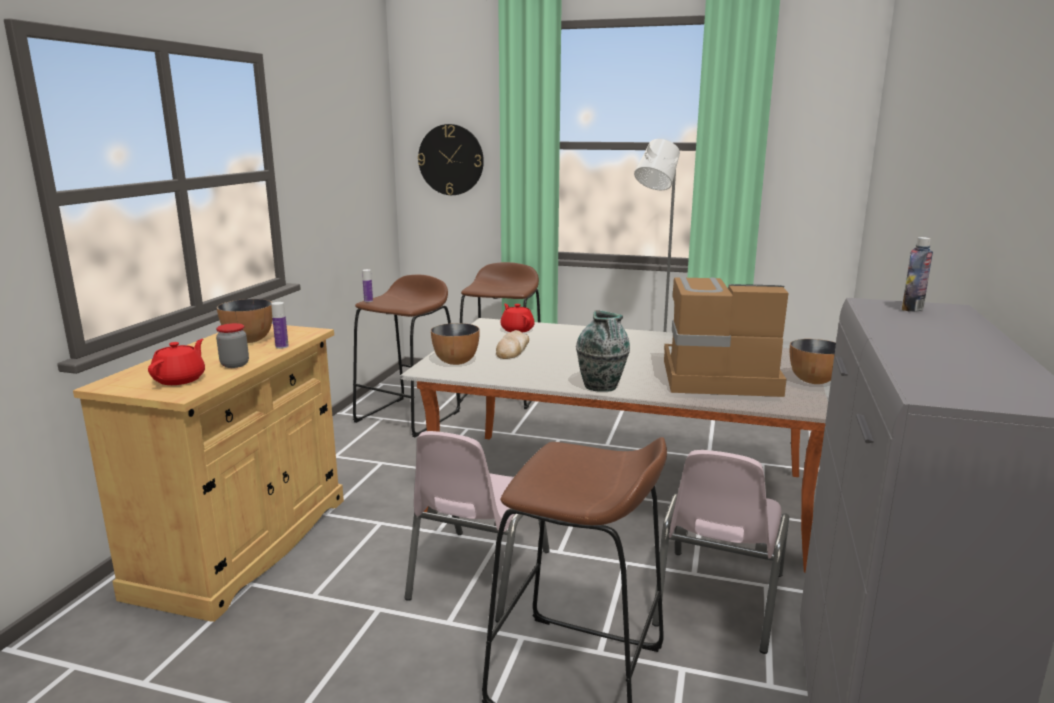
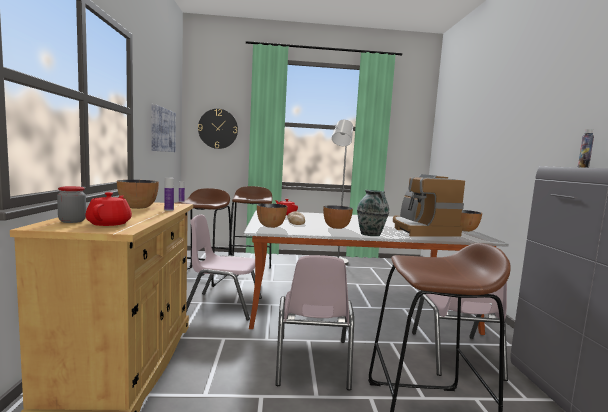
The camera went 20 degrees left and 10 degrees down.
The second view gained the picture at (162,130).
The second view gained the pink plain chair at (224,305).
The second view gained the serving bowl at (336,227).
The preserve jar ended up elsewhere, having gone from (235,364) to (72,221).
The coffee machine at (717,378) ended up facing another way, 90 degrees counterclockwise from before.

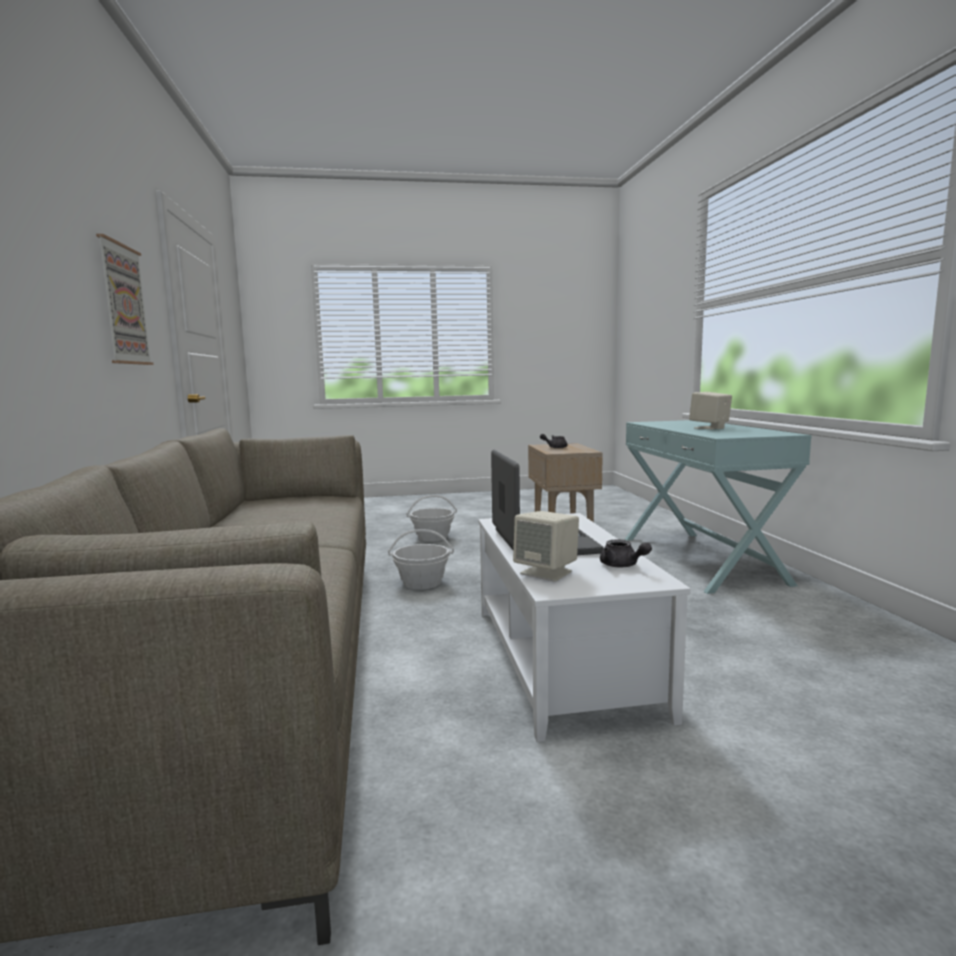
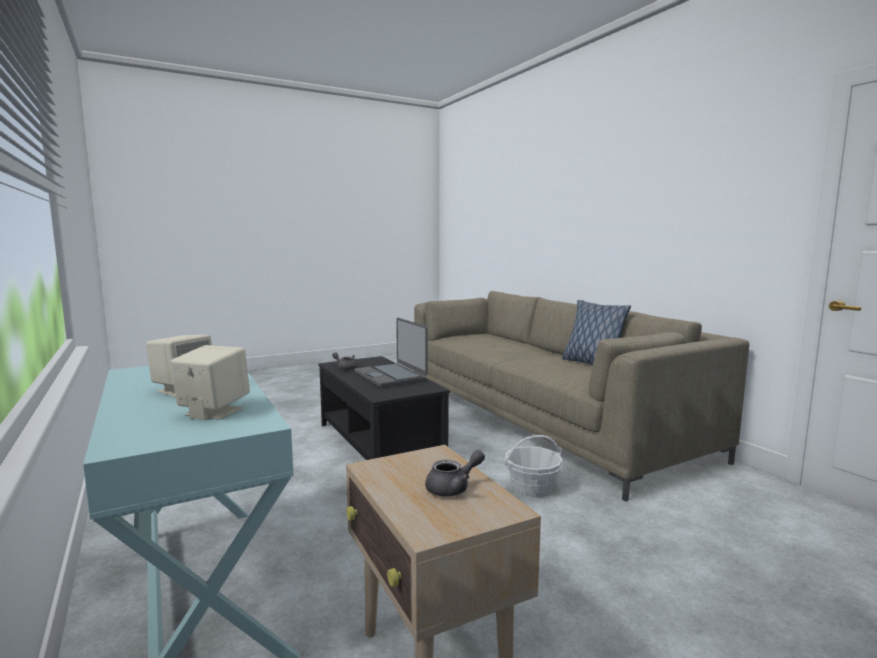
The camera went 160 degrees right and 0 degrees up.
The second view lost the picture at (124,305).
The second view lost the basket at (432,537).
The second view gained the cushion at (591,364).
The beige speaker ended up elsewhere, having gone from (547,572) to (213,412).
What was the whitish low table at (560,659) turned into the black low table at (380,442).

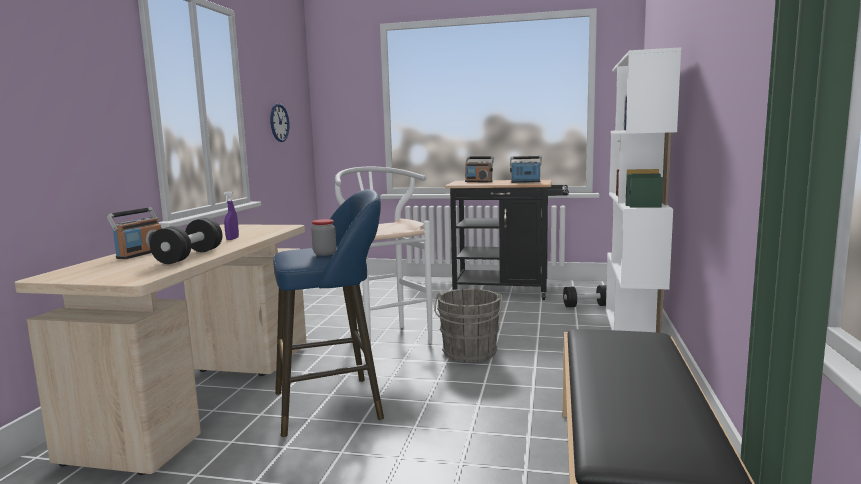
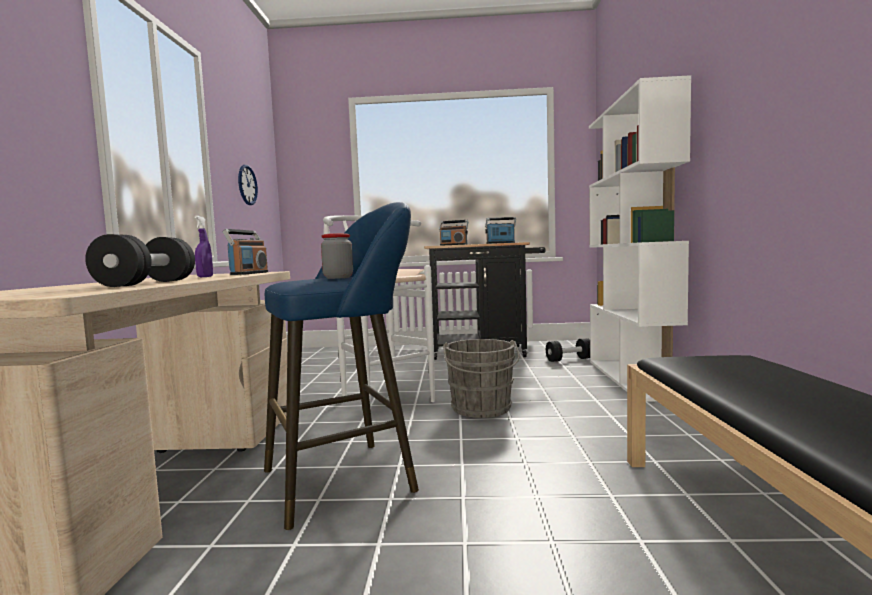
The camera went 10 degrees left and 5 degrees down.
The radio ended up elsewhere, having gone from (140,254) to (249,273).

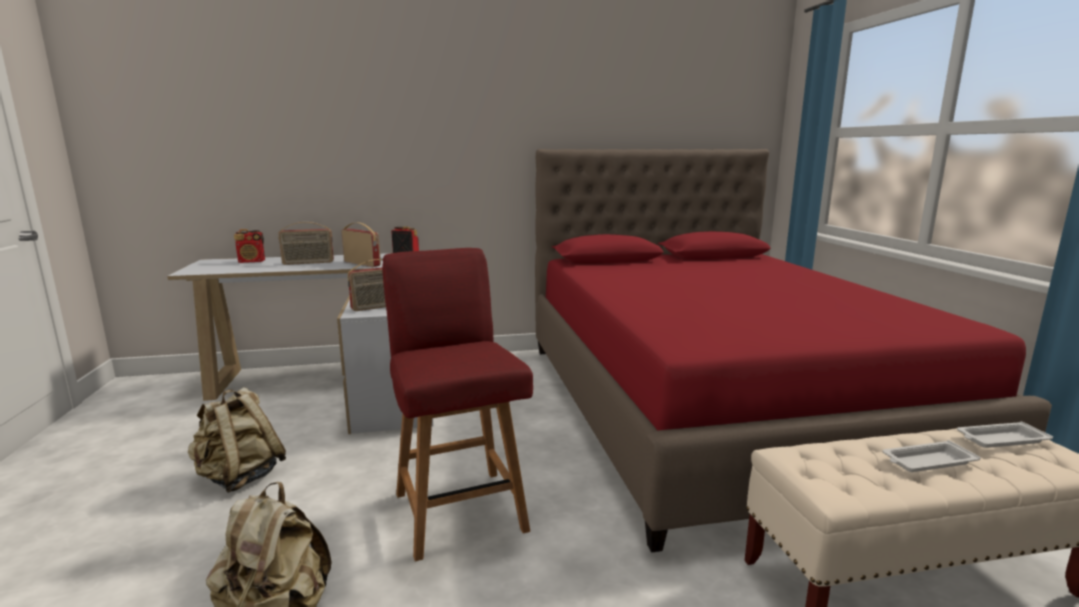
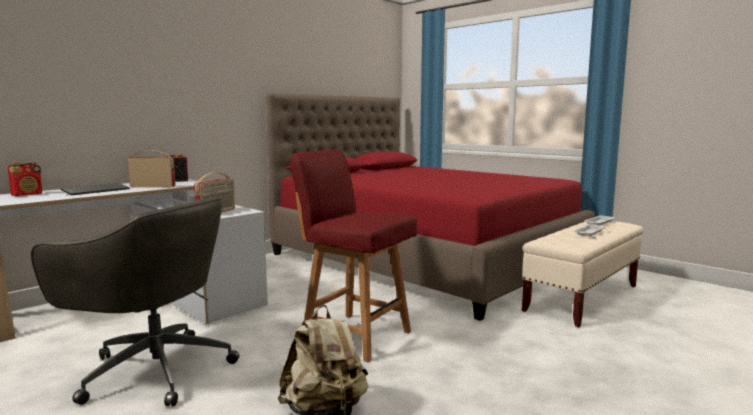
The camera went 35 degrees left and 5 degrees down.
Where the beige rucksack stood at (240,477), the grey office chair came to stand at (154,369).
Where the radio stood at (308,263), the keyboard came to stand at (96,190).

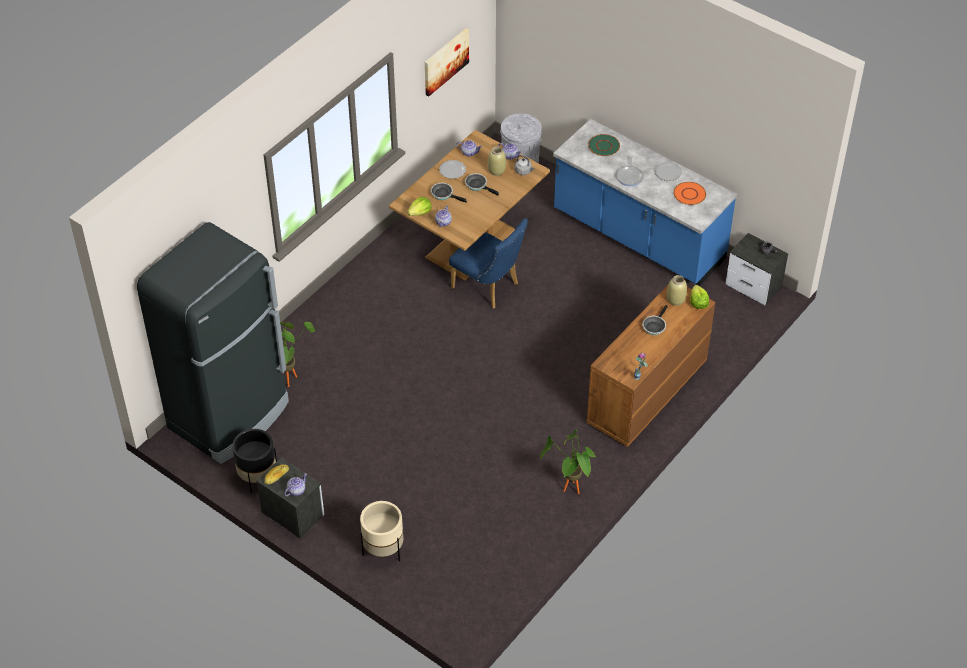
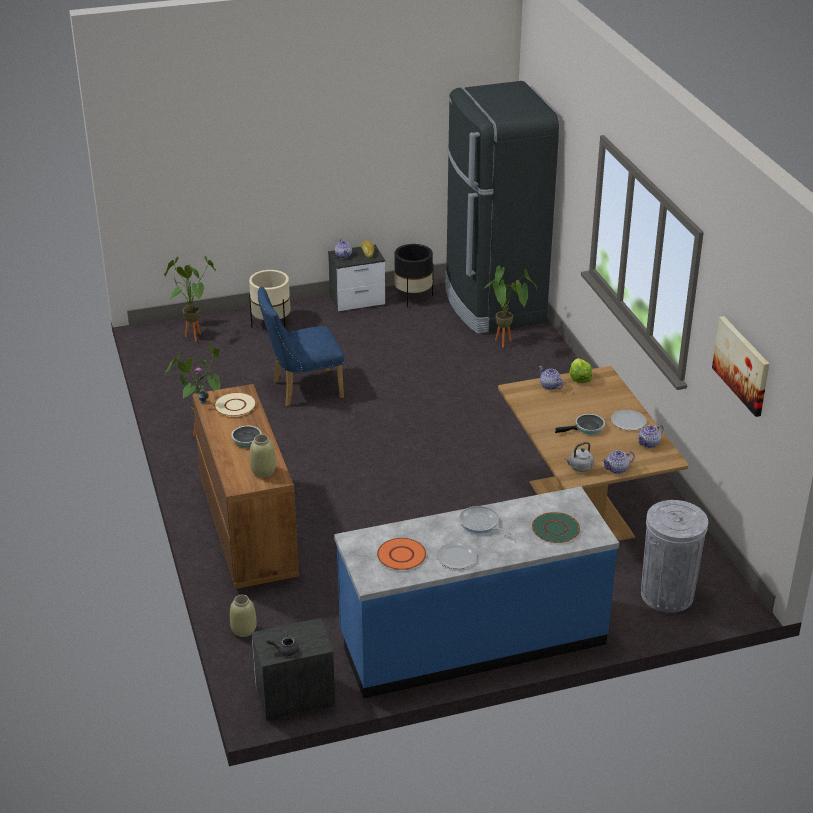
The camera went 125 degrees right and 15 degrees down.
The second view lost the frying pan at (444,194).
The second view lost the lettuce at (698,302).
The second view gained the plant in a pot at (193,335).
The second view gained the beige flat dish at (235,405).
The blue plain chair ended up elsewhere, having gone from (489,288) to (302,389).
The beige flower vase ended up elsewhere, having gone from (497,170) to (243,630).

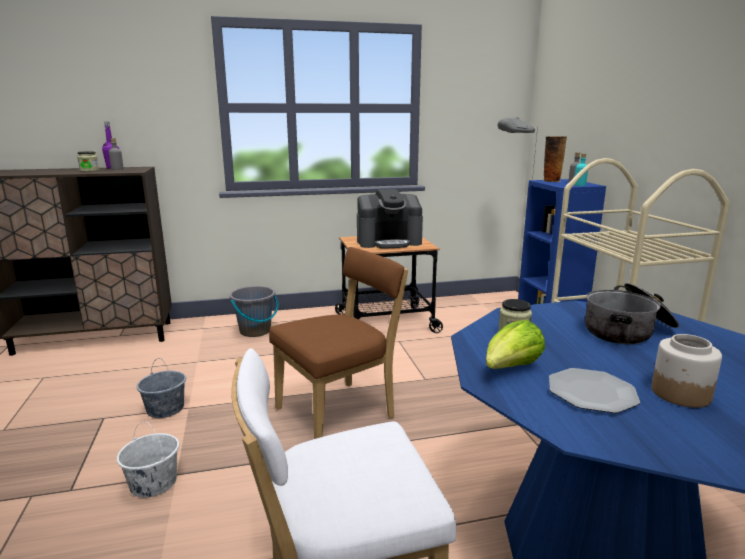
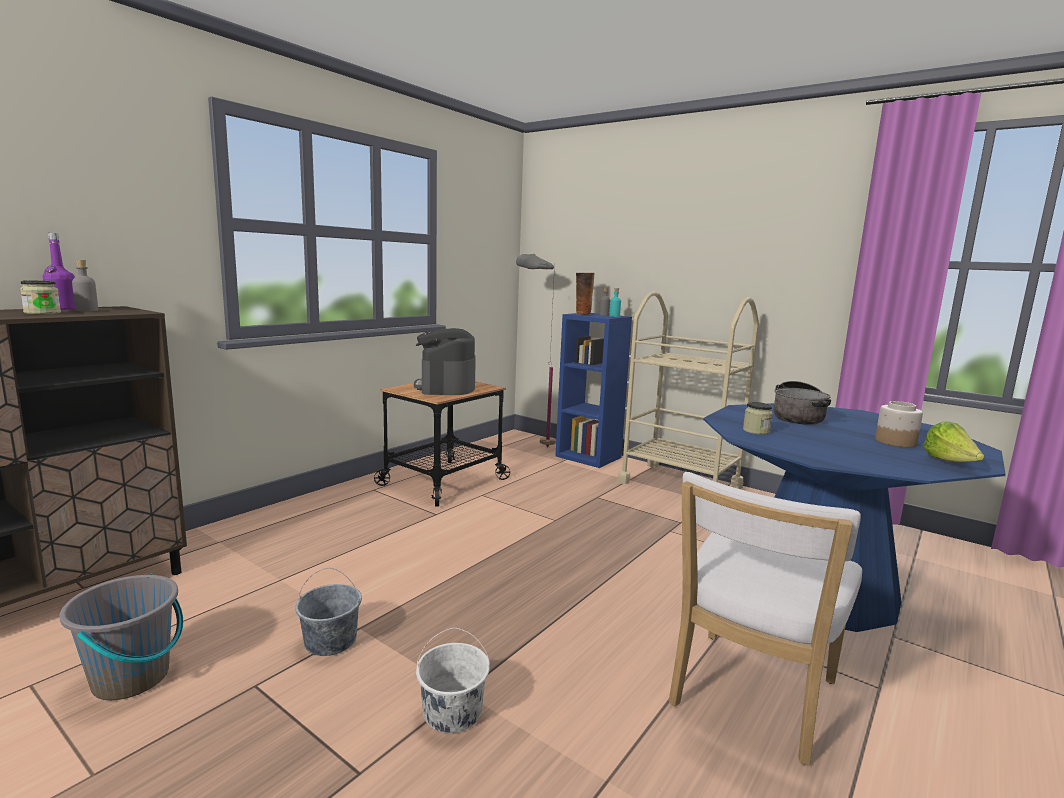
The camera went 40 degrees left and 5 degrees down.
The second view lost the brown plain chair at (340,412).
The second view lost the flat dish at (591,392).
The grey water bucket ended up elsewhere, having gone from (255,331) to (132,678).
The lettuce ended up elsewhere, having gone from (511,369) to (950,463).
The coffee machine at (389,242) ended up facing another way, 135 degrees clockwise from before.

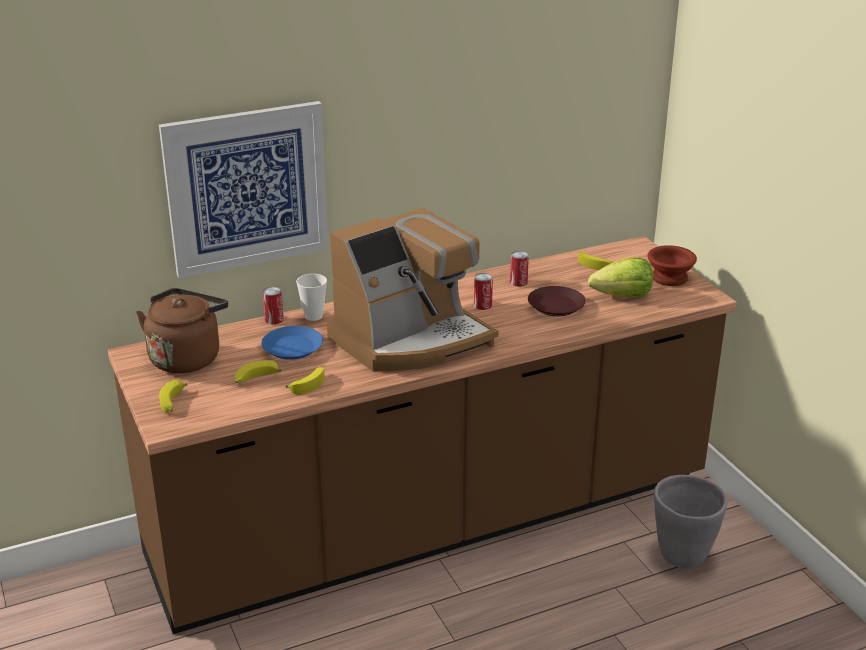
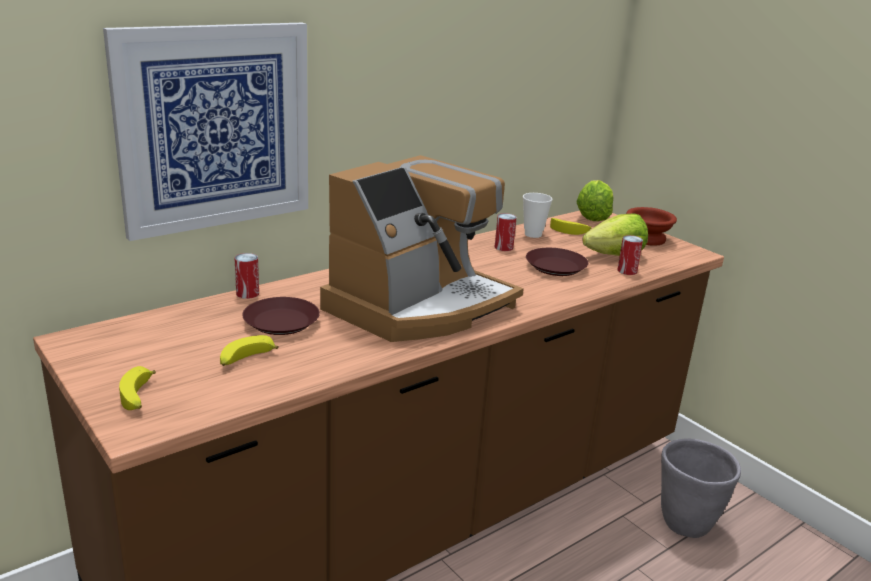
The camera went 15 degrees left and 5 degrees down.
The second view lost the brown kettle at (187,357).
The second view lost the whole banana at (308,384).
The second view gained the lettuce at (593,216).
The cup ended up elsewhere, having gone from (313,316) to (533,234).
The sealed can ended up elsewhere, having gone from (482,305) to (627,271).
What was the blue flat dish at (292,348) turned into the brown flat dish at (281,322).

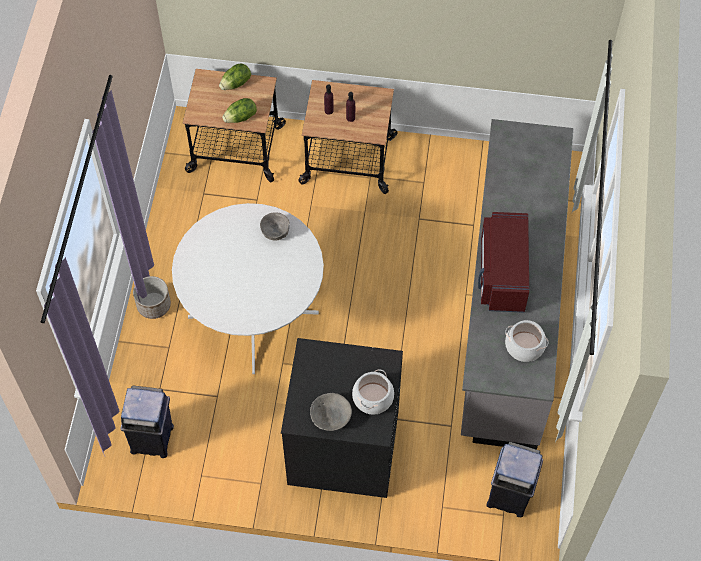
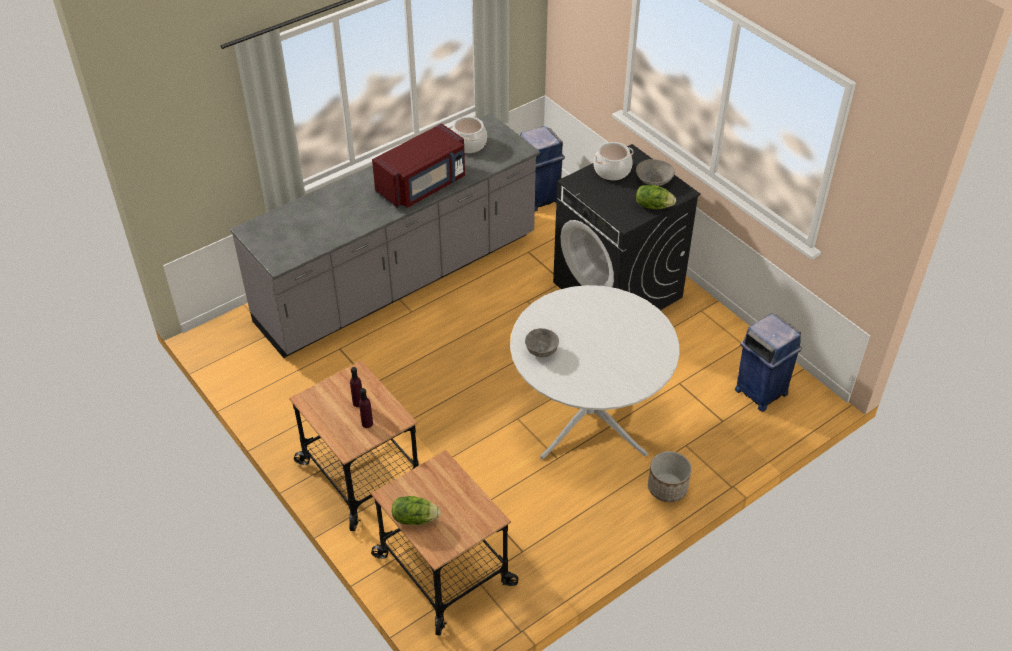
The camera went 135 degrees left and 15 degrees down.
The lettuce ended up elsewhere, having gone from (241,117) to (653,205).

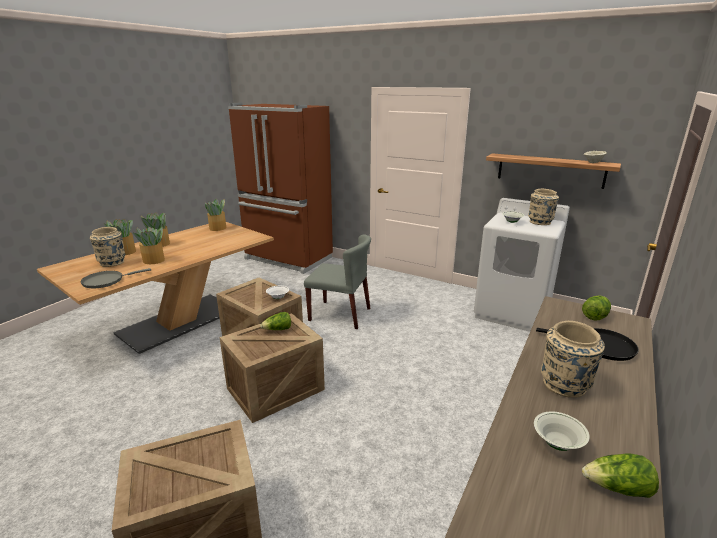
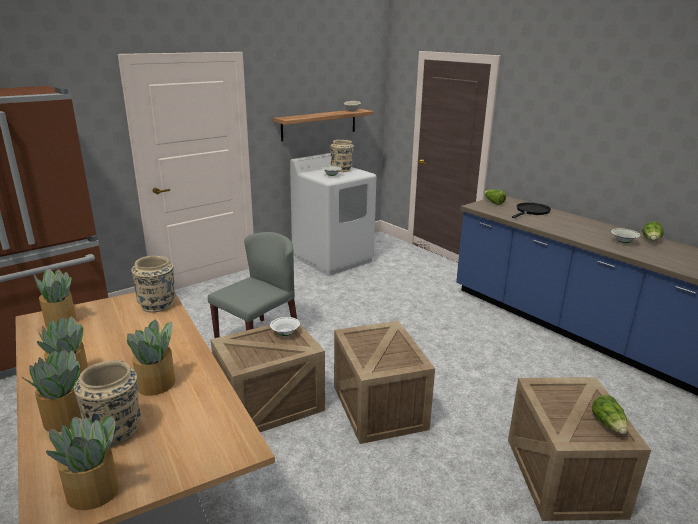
The camera went 70 degrees left and 0 degrees up.
The second view lost the grey frying pan at (106,281).
The second view gained the plant in a pot at (94,492).
The lettuce ended up elsewhere, having gone from (278,329) to (608,425).
The beige flower vase ended up elsewhere, having gone from (564,385) to (157,305).

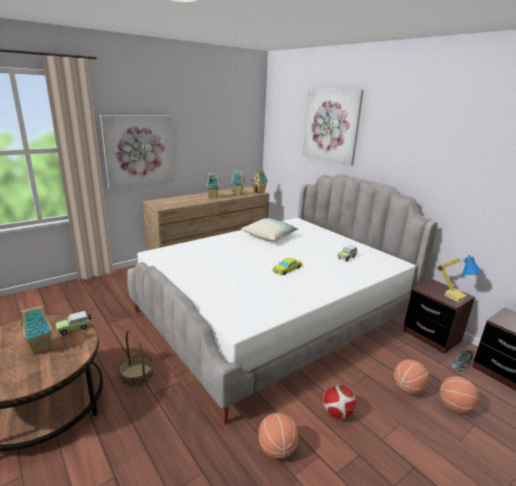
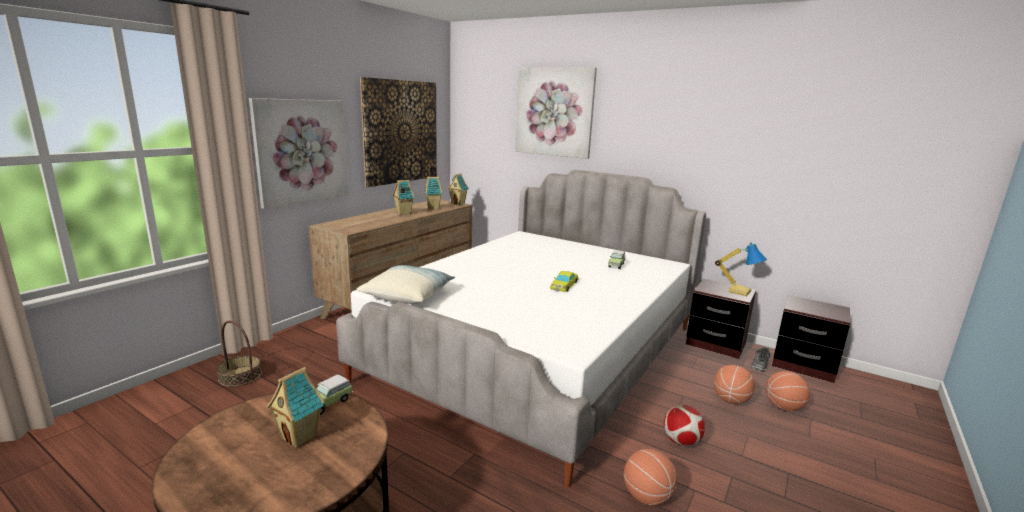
The camera went 20 degrees left and 5 degrees down.
The second view gained the picture at (400,132).
The basket ended up elsewhere, having gone from (137,375) to (240,376).
The cushion ended up elsewhere, having gone from (269,236) to (408,296).

